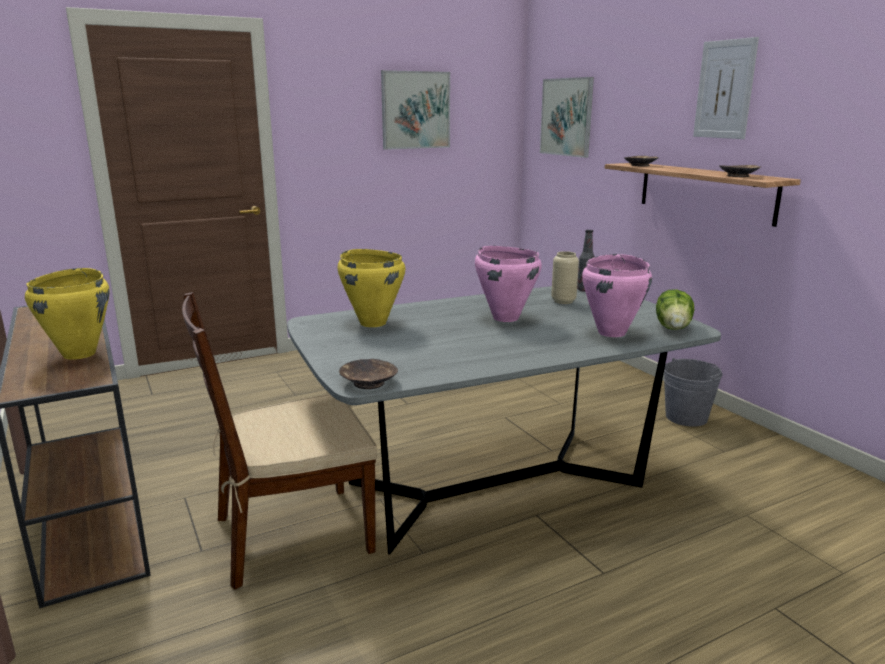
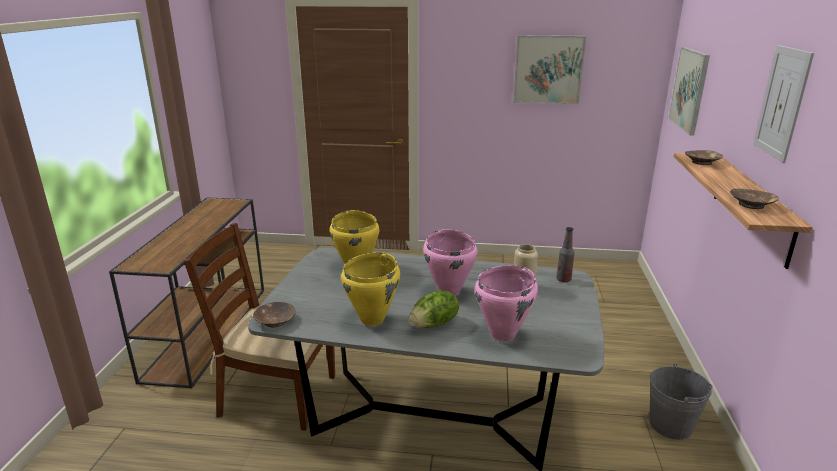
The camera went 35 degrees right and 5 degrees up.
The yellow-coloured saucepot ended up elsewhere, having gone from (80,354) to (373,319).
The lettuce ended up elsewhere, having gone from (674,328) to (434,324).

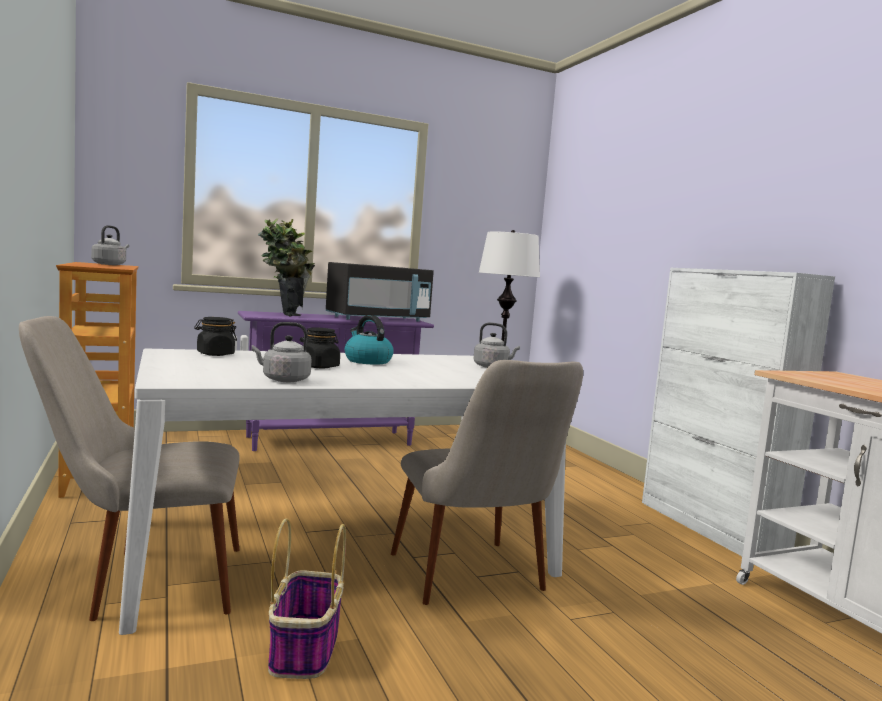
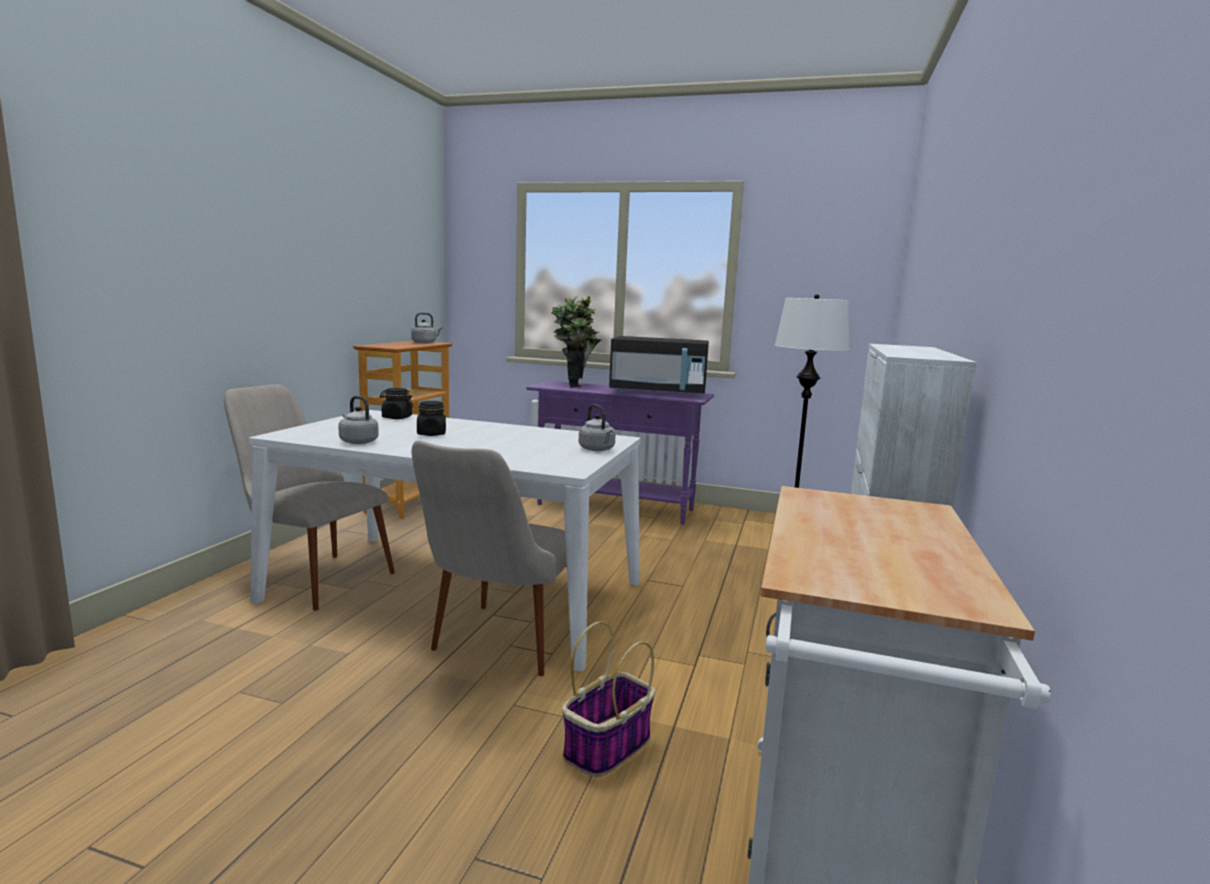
The camera went 40 degrees right and 5 degrees up.
The second view lost the kettle at (367,361).
The basket ended up elsewhere, having gone from (304,650) to (607,748).

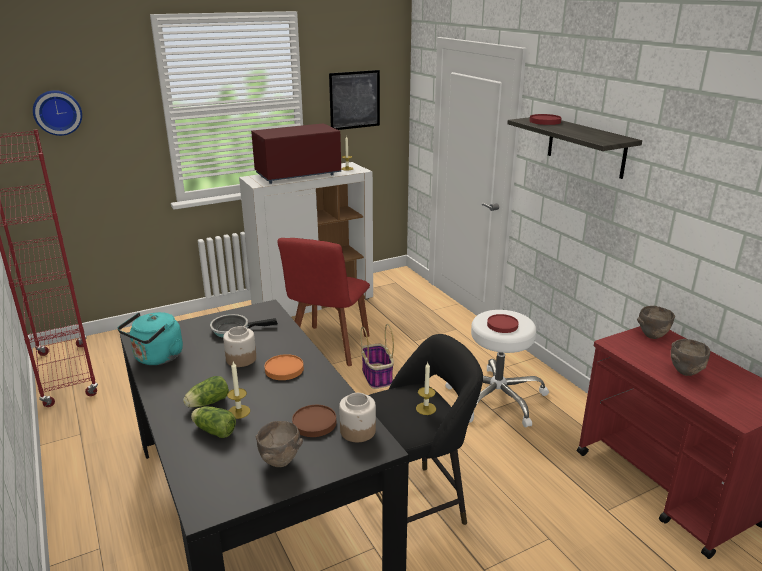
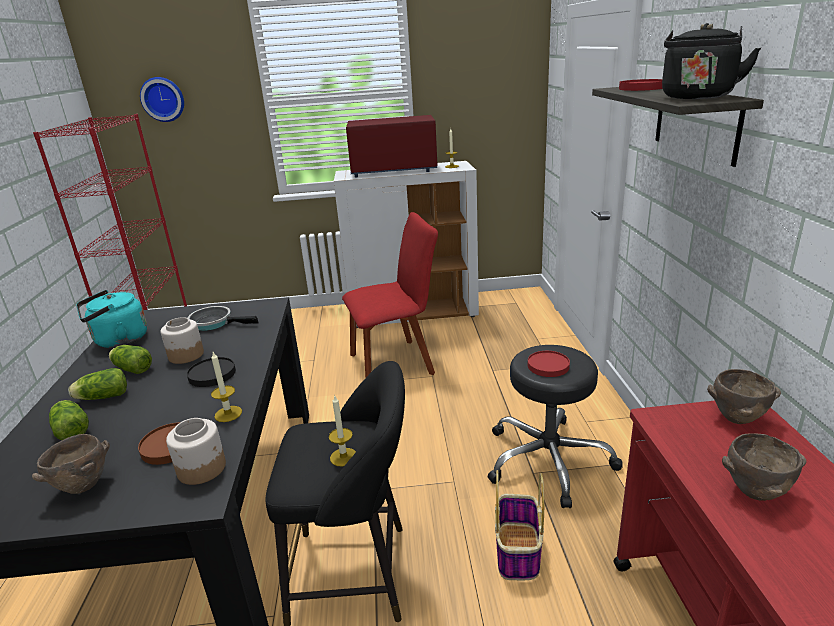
The camera went 25 degrees right and 0 degrees up.
The second view lost the picture at (354,100).
The second view gained the lettuce at (131,368).
The second view gained the black kettle at (697,97).
The candle ended up elsewhere, having gone from (239,411) to (228,414).
The basket ended up elsewhere, having gone from (377,377) to (518,552).
What was the orange-coloured flat dish at (284,369) turned into the black flat dish at (212,374).
What was the whitish stool seat at (496,398) turned into the black stool seat at (547,460).
The reddish plain chair at (328,347) ended up facing another way, 150 degrees counterclockwise from before.

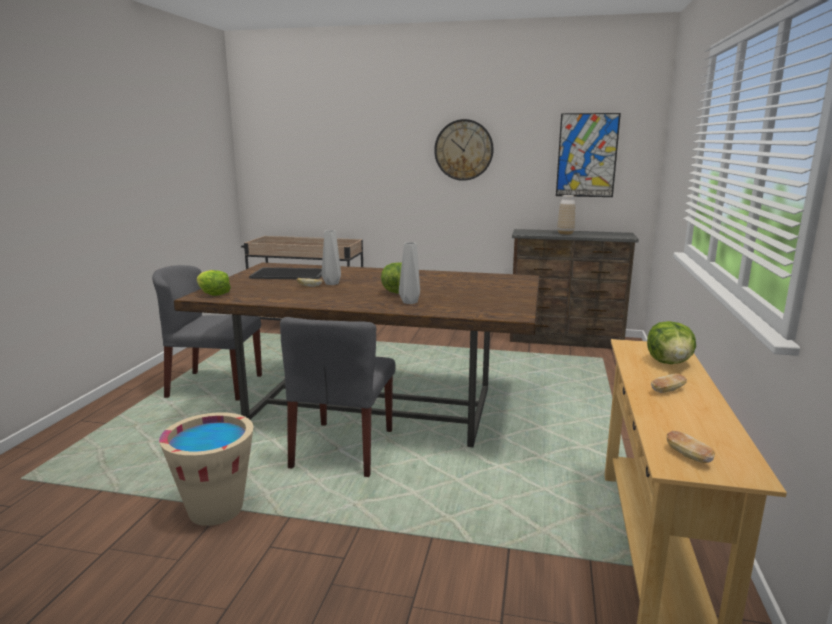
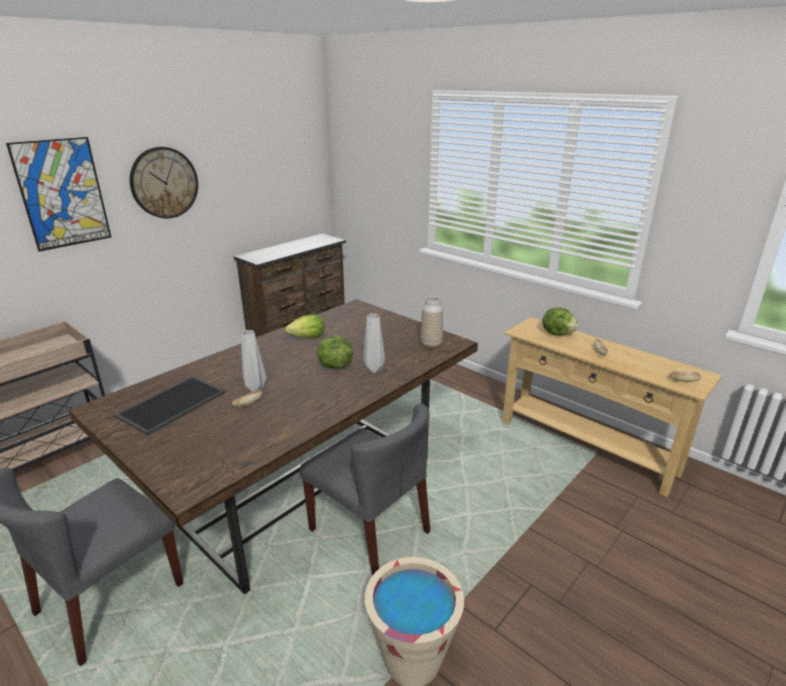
The camera went 60 degrees left and 10 degrees up.
The lettuce ended up elsewhere, having gone from (213,294) to (307,337).
The picture ended up elsewhere, having gone from (587,155) to (62,194).
The flower vase ended up elsewhere, having gone from (565,233) to (431,345).

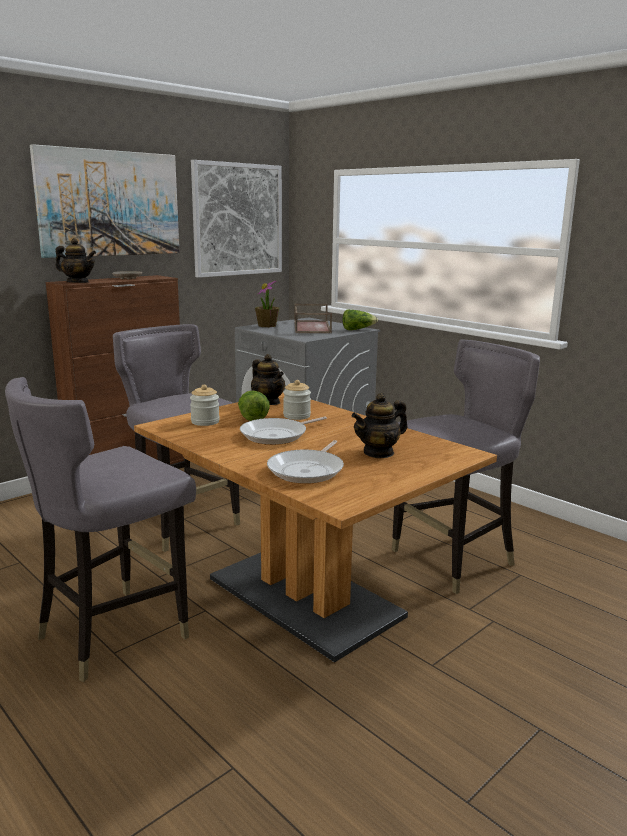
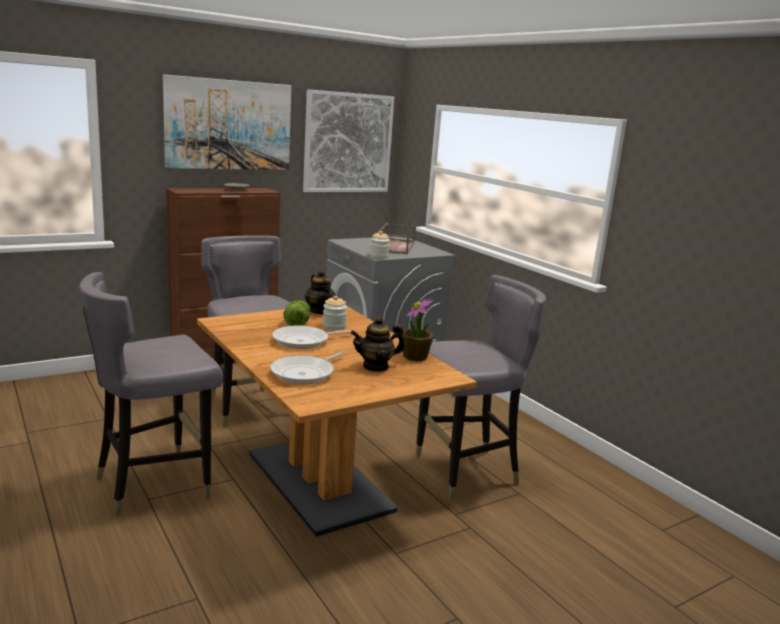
The camera went 10 degrees right and 0 degrees up.
The second view lost the pot for tea at (78,282).
The second view lost the lettuce at (357,329).
The preserve jar ended up elsewhere, having gone from (205,422) to (379,256).
The plant in a pot ended up elsewhere, having gone from (267,325) to (415,356).

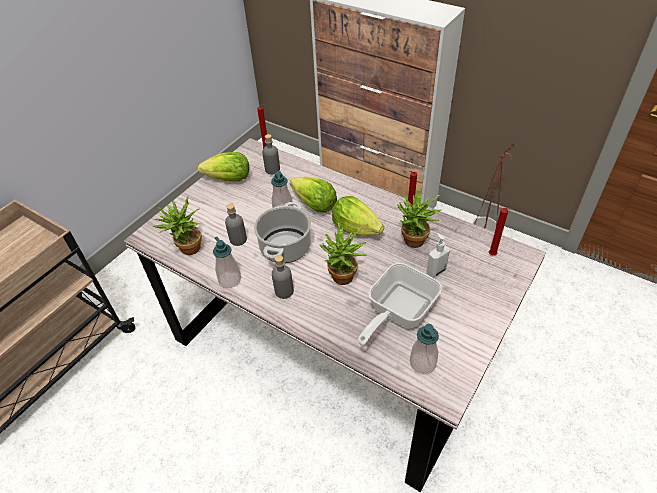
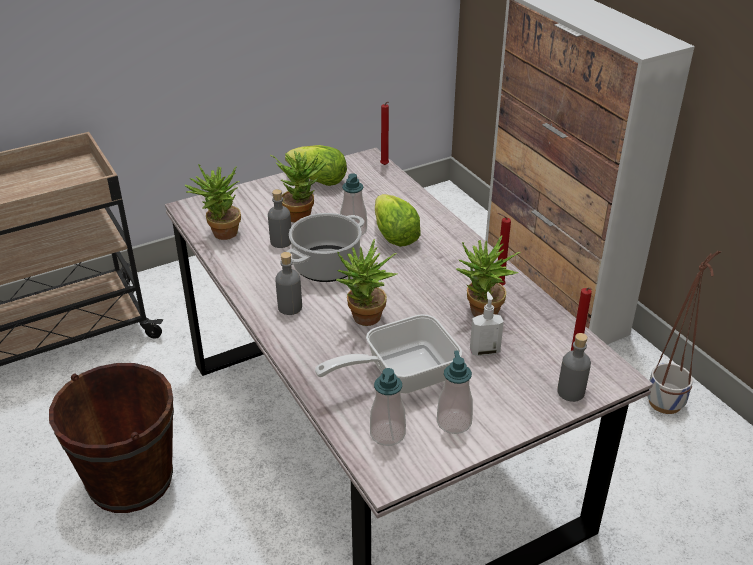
The camera went 25 degrees right and 10 degrees down.
The second view lost the lettuce at (356,228).
The second view gained the brown water bucket at (130,480).
The second view gained the plant in a pot at (302,214).
The soap bottle ended up elsewhere, having gone from (230,280) to (454,422).
The grey drink bottle ended up elsewhere, having gone from (272,169) to (571,392).

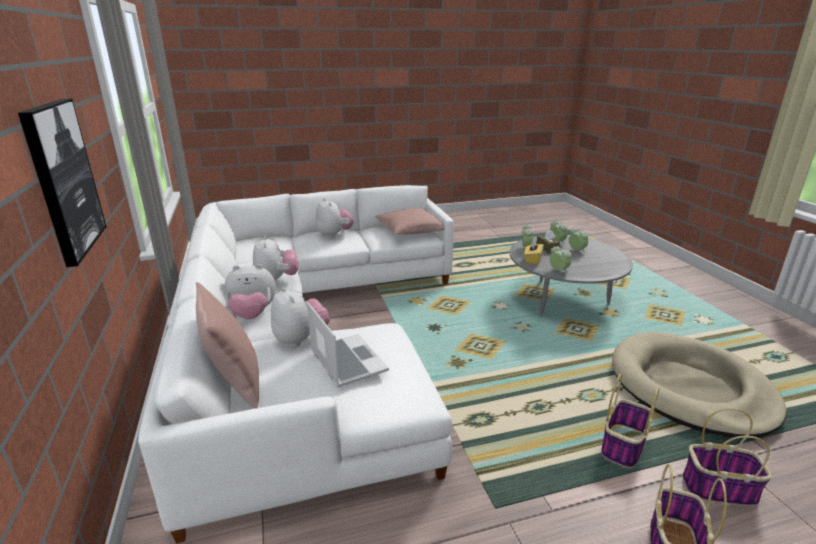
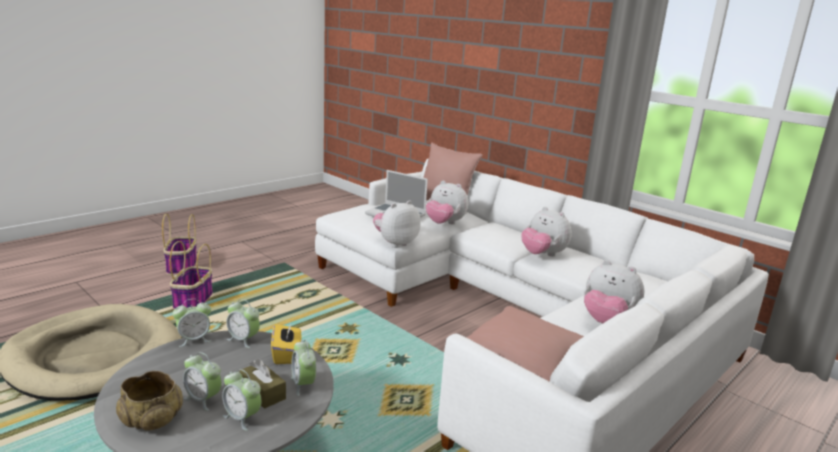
The camera went 150 degrees right and 5 degrees down.
The second view lost the picture at (63,179).
The second view lost the basket at (719,489).
The second view gained the beige serving bowl at (152,420).
The second view gained the table clock at (194,340).
The cuddly toy ended up elsewhere, having gone from (253,314) to (395,243).

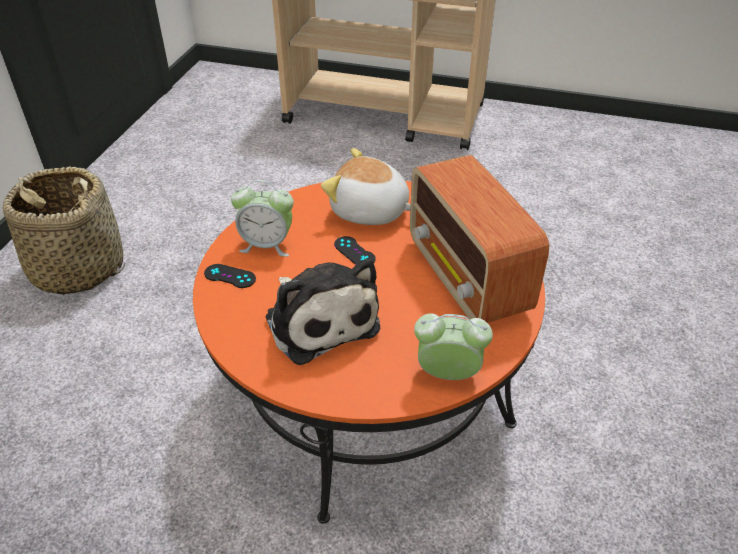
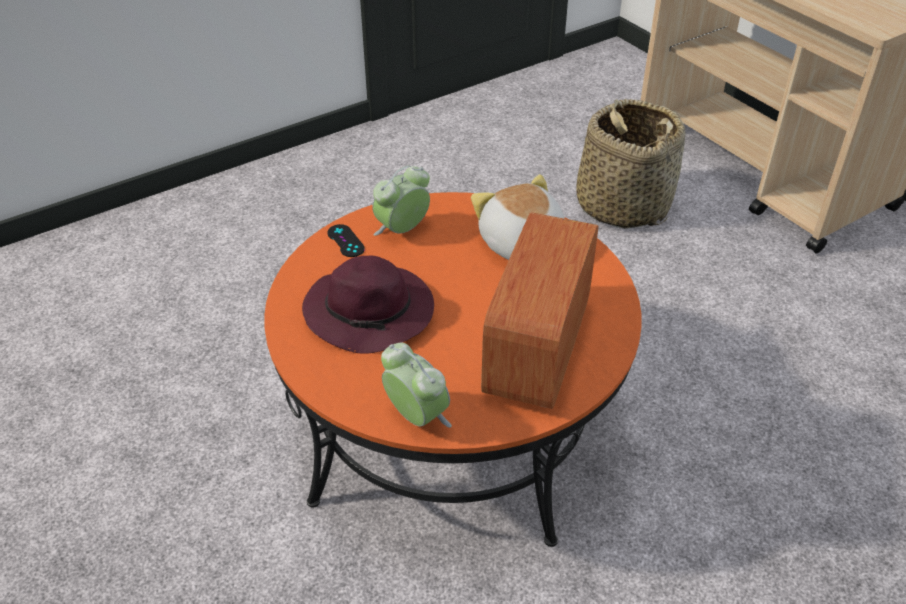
The camera went 40 degrees right and 0 degrees up.
The second view lost the black game controller at (354,252).
The basket ended up elsewhere, having gone from (78,268) to (622,205).
Where the cuddly toy stood at (320,319), the purple-coloured clothing hat came to stand at (371,313).
The table clock at (267,245) ended up facing another way, 90 degrees clockwise from before.

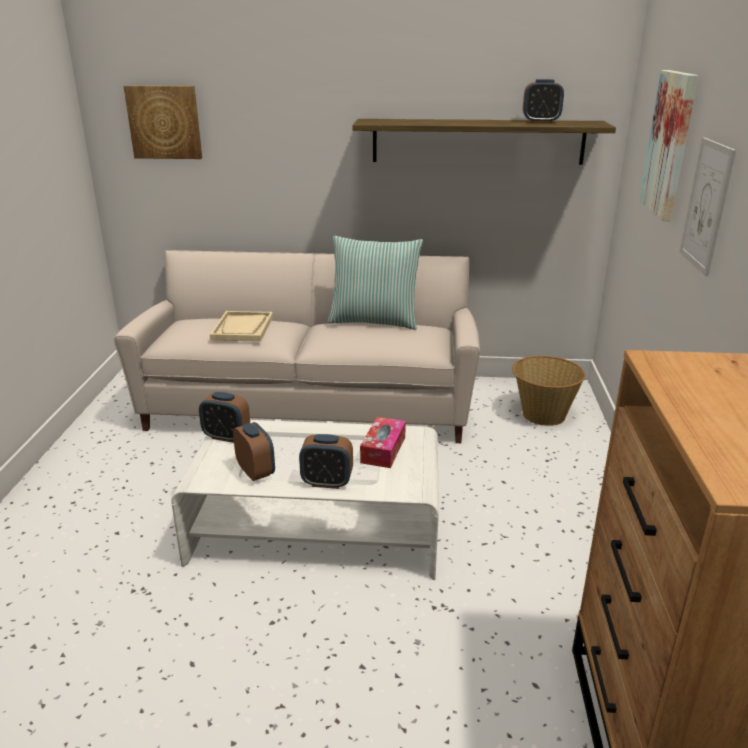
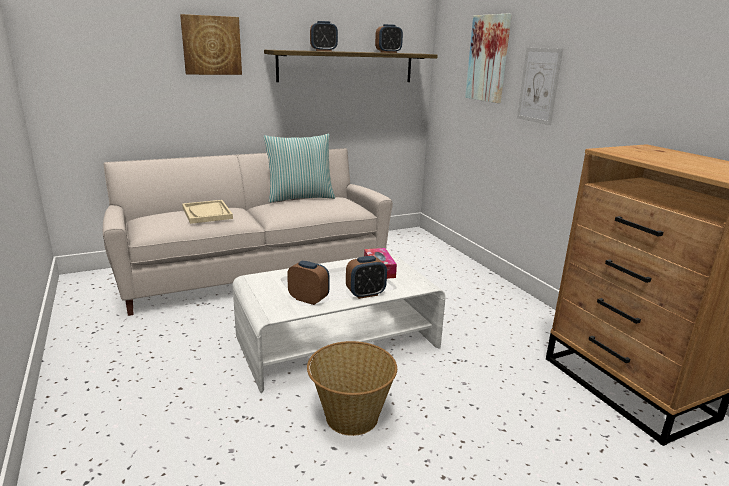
The camera went 30 degrees left and 5 degrees down.
The picture ended up elsewhere, having gone from (164,122) to (211,45).
The table clock ended up elsewhere, having gone from (226,436) to (323,51).
The basket ended up elsewhere, having gone from (542,415) to (350,417).

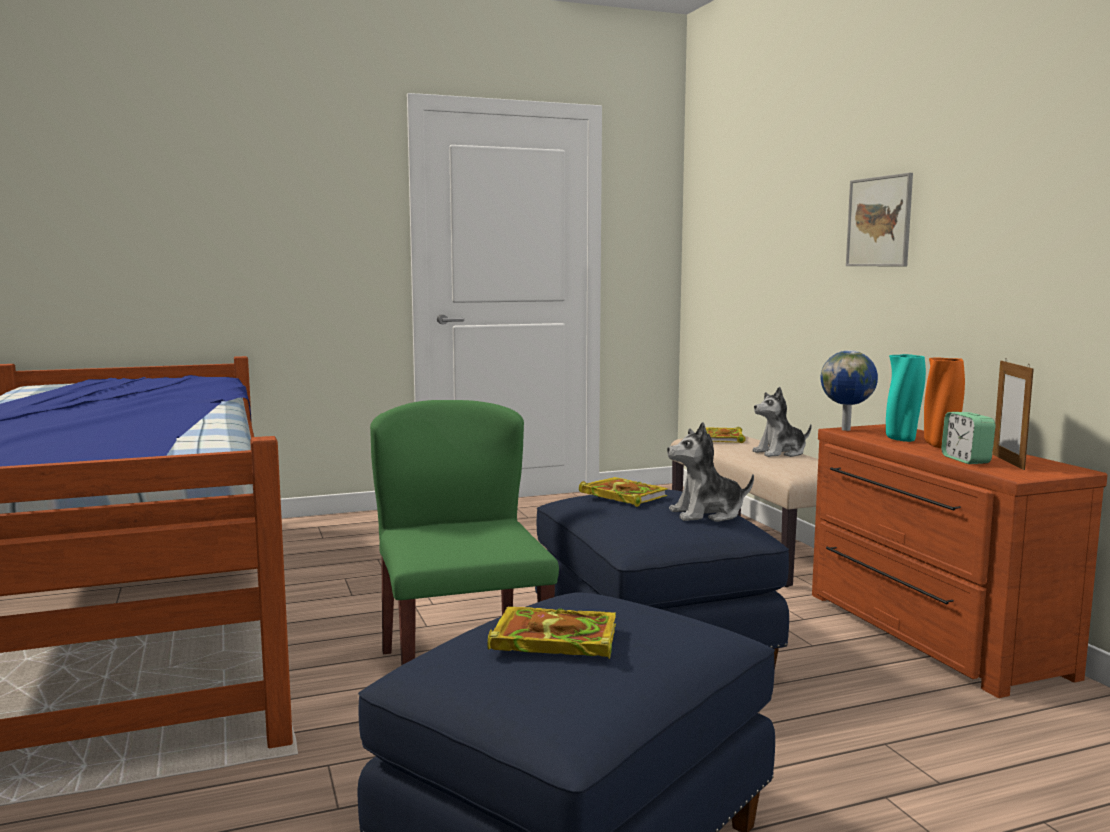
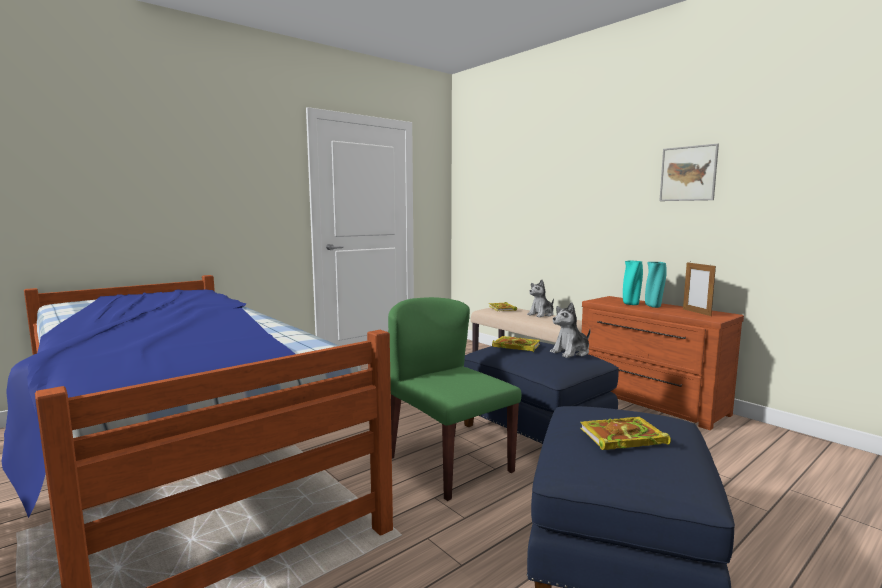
The camera went 20 degrees left and 0 degrees up.
The second view lost the world globe at (847,429).
The second view lost the table clock at (966,460).
The picture ended up elsewhere, having gone from (879,221) to (688,173).
What was the orange-coloured flower vase at (940,446) turned into the blue-green flower vase at (653,306).

